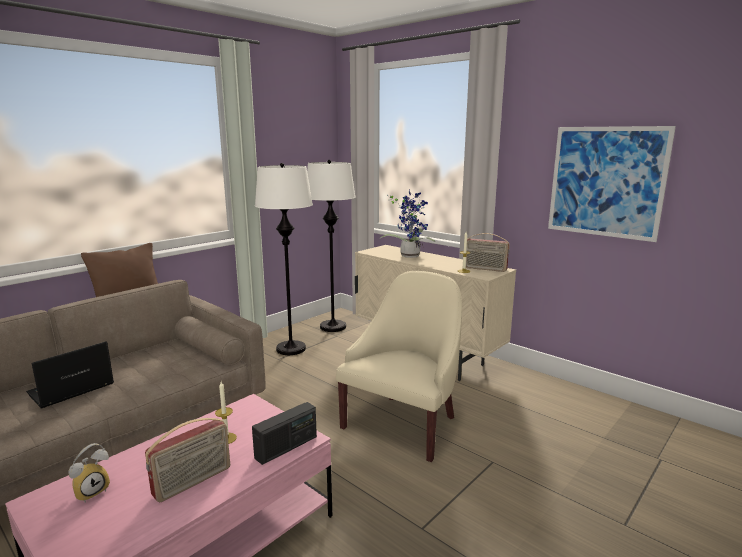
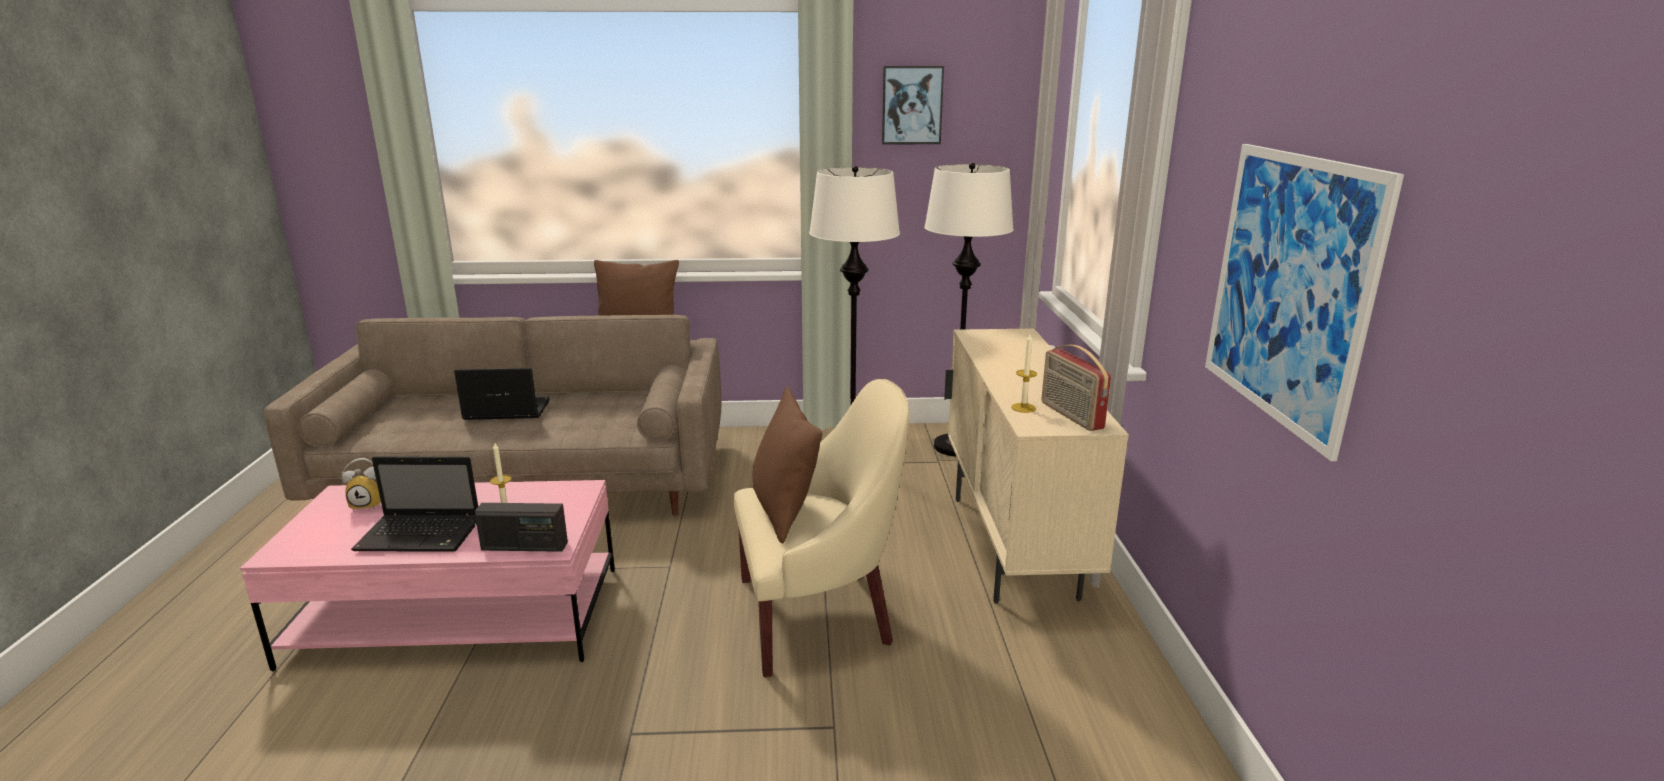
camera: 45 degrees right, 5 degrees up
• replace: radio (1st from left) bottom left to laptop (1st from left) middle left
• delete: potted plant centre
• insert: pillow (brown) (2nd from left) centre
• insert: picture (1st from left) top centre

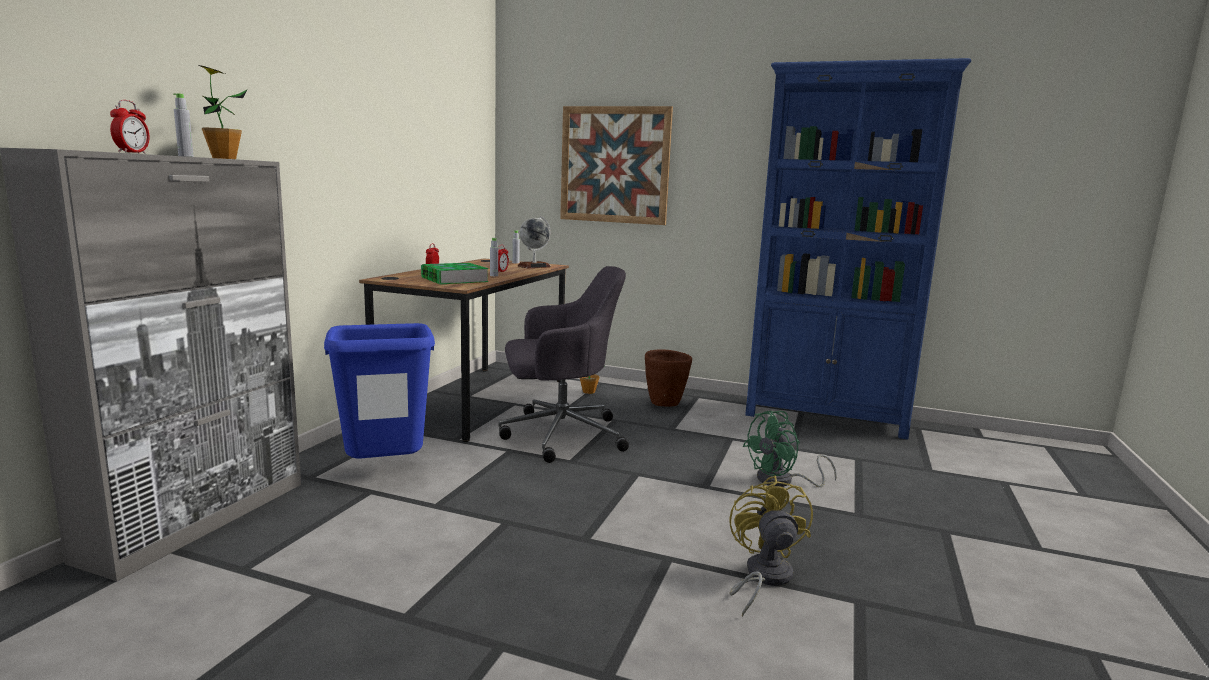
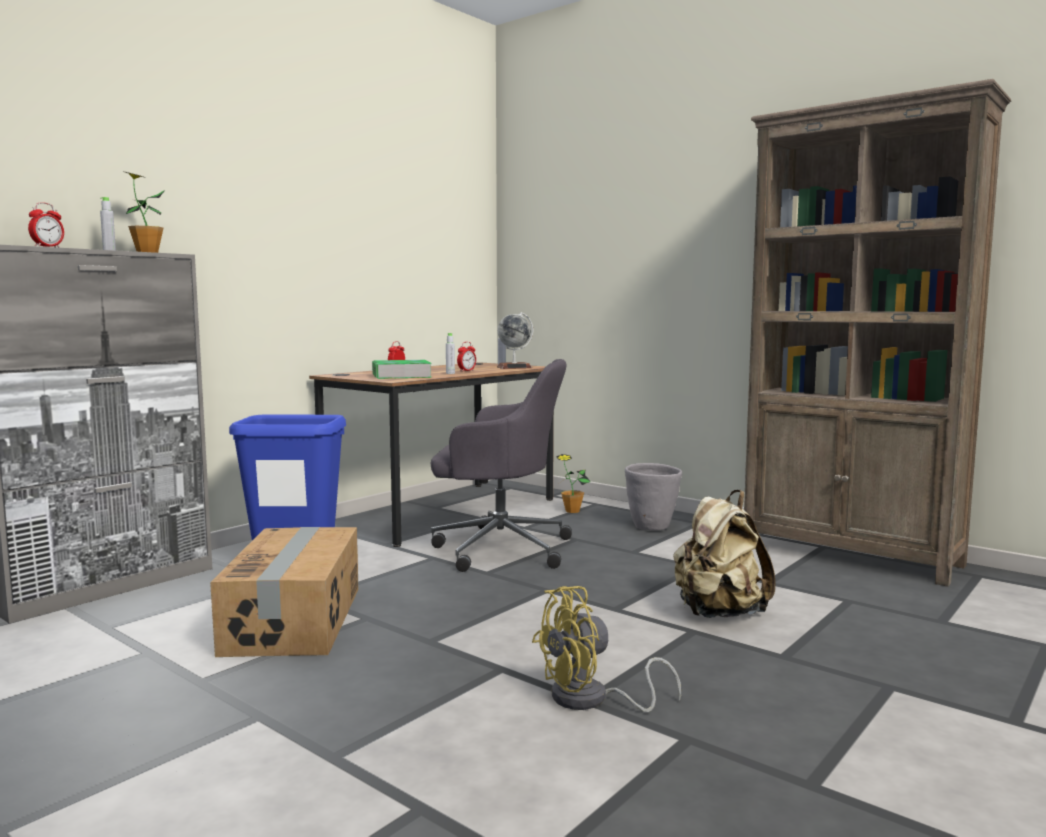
camera: 20 degrees right, 5 degrees down
• delete: picture top centre
• recolor: planter (brown) centre to planter (grey) centre
• rotate: fan (yellow) bottom centre = bottom centre 135 degrees counterclockwise
• replace: fan (green) centre to backpack (beige) middle right
• recolor: bookcase (blue) middle right to bookcase (brown) middle right
• insert: cardboard box bottom left

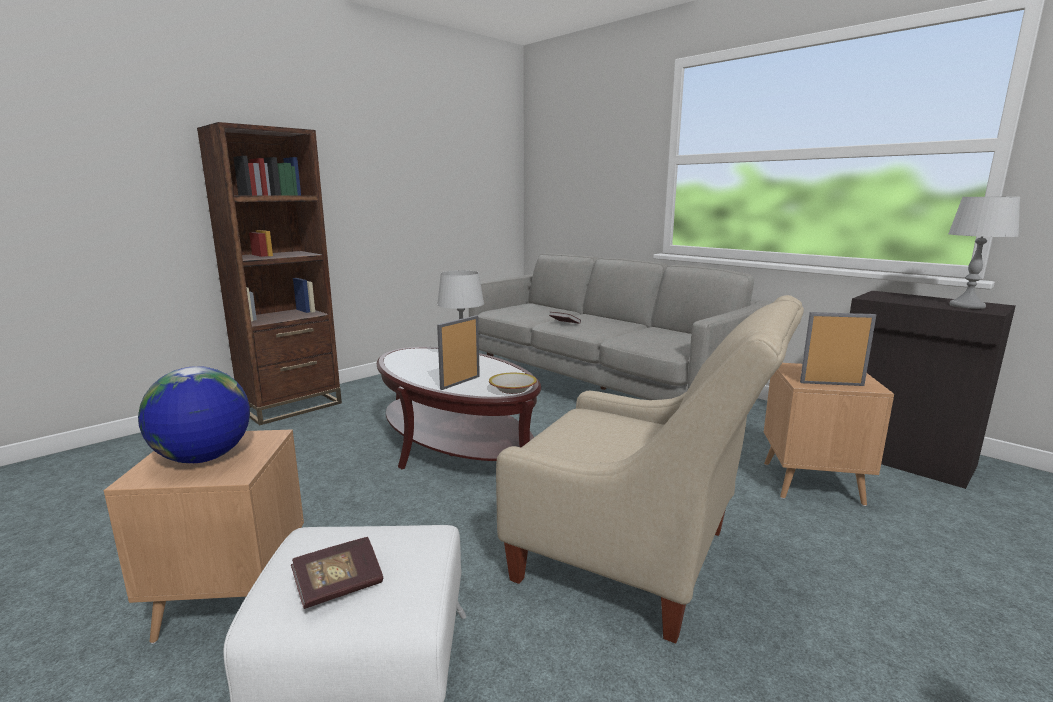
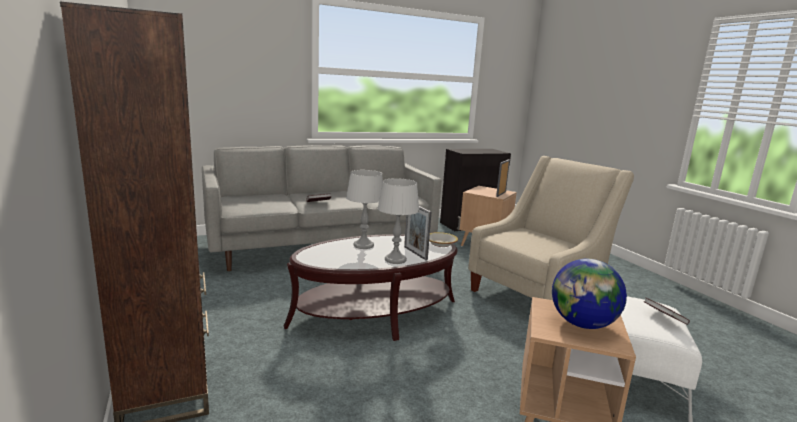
camera: 70 degrees left, 0 degrees up
• move: table lamp (grey) (2nd from left) middle right to centre

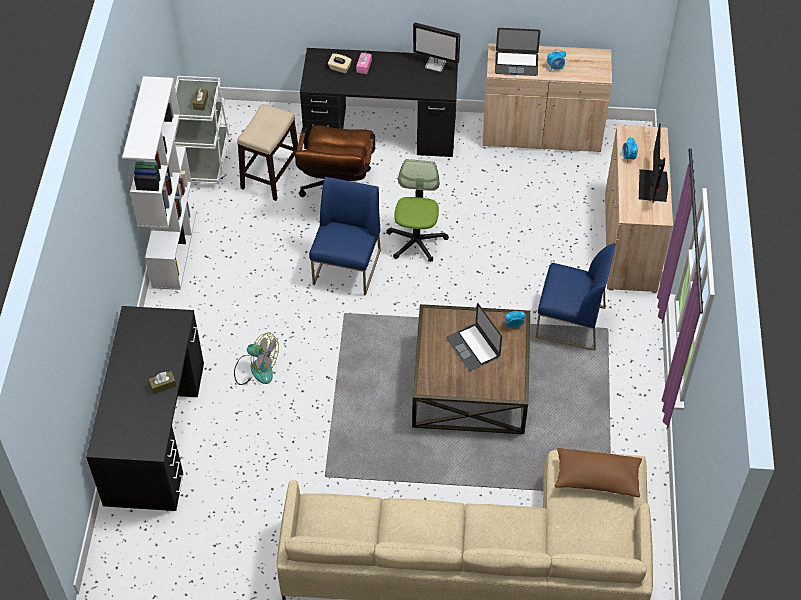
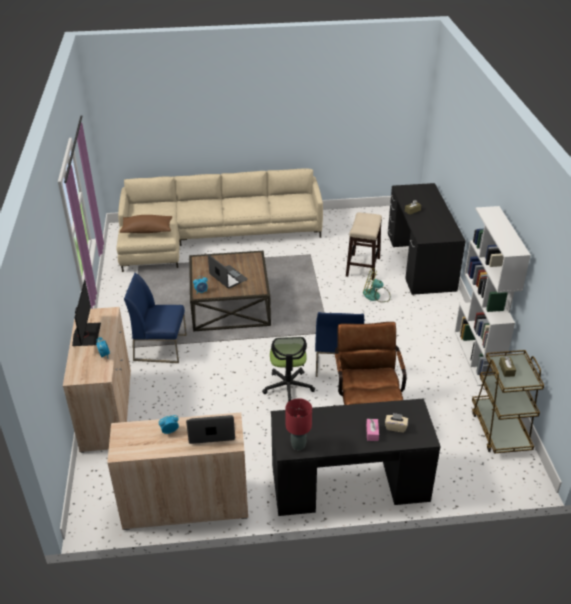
camera: 170 degrees right, 15 degrees down
• recolor: cart (white) top left to cart (brown) middle right
• move: stool top centre to centre
• replace: monitor (1st from left) top centre to table lamp (red) bottom centre

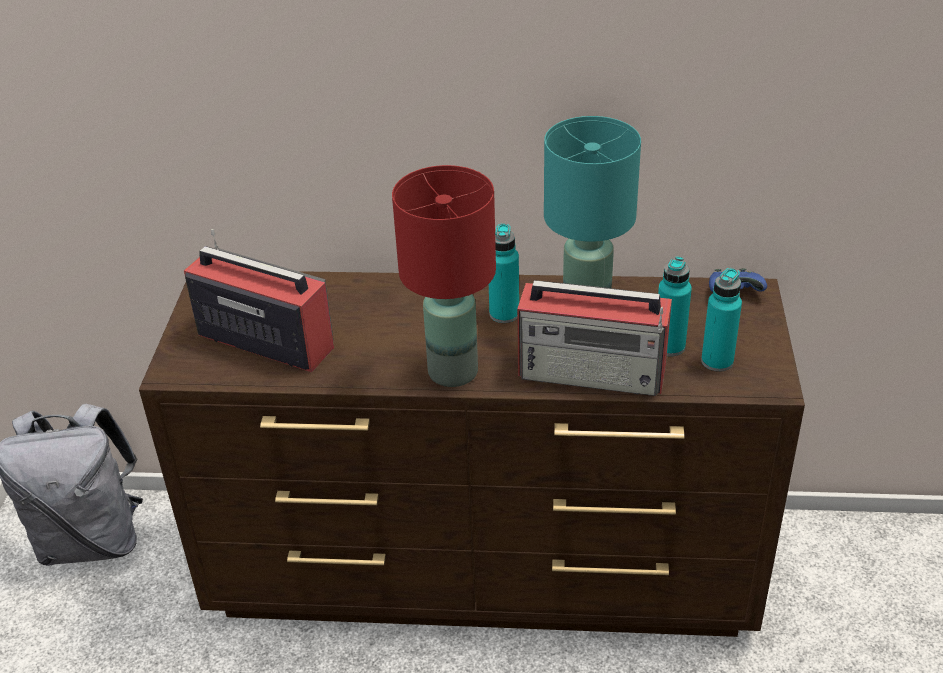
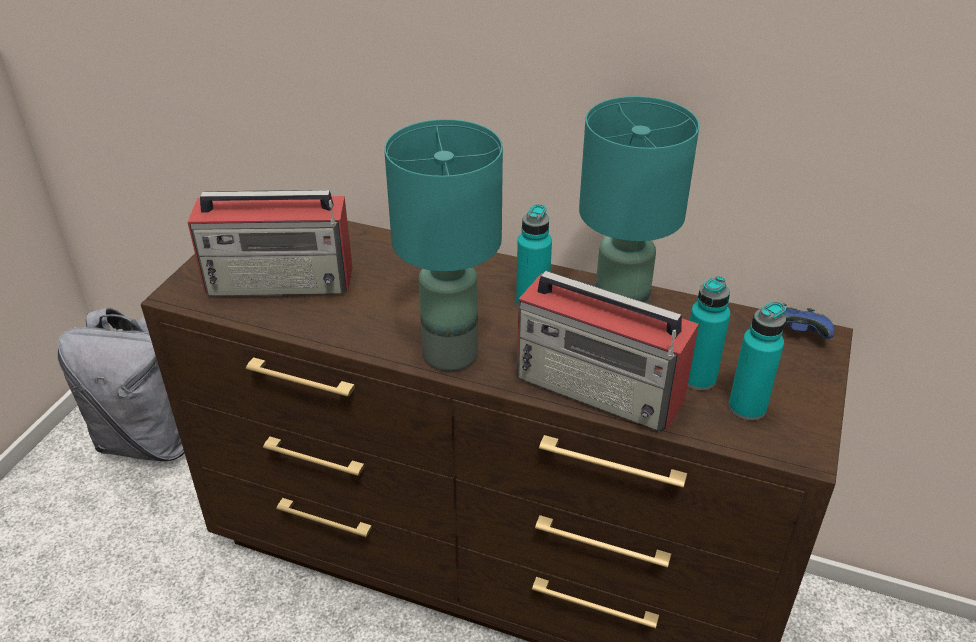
camera: 15 degrees right, 0 degrees up
• rotate: radio (1st from left) middle left = middle left 135 degrees clockwise
• recolor: table lamp (red) centre to table lamp (turquoise) (1st from left) centre

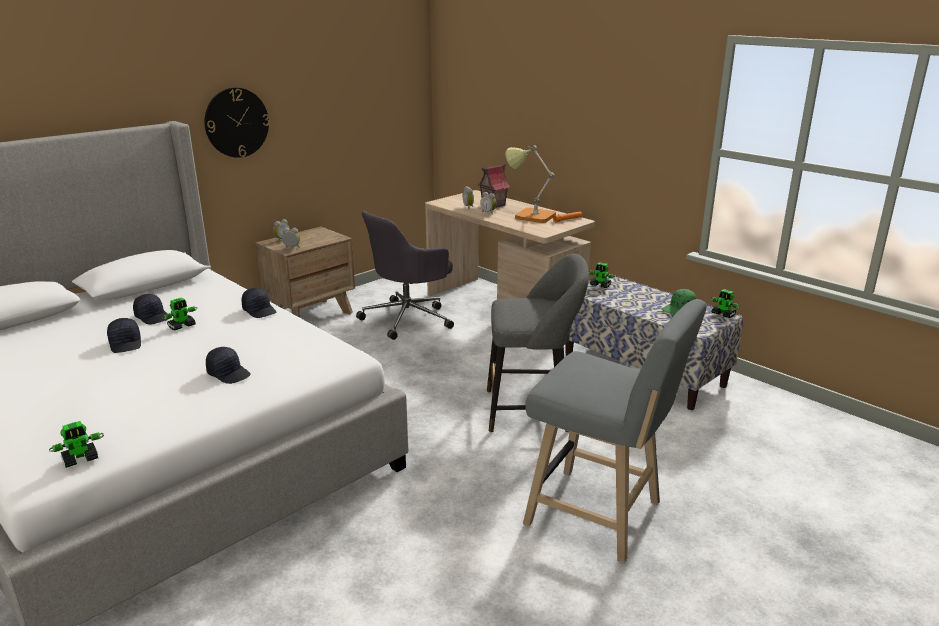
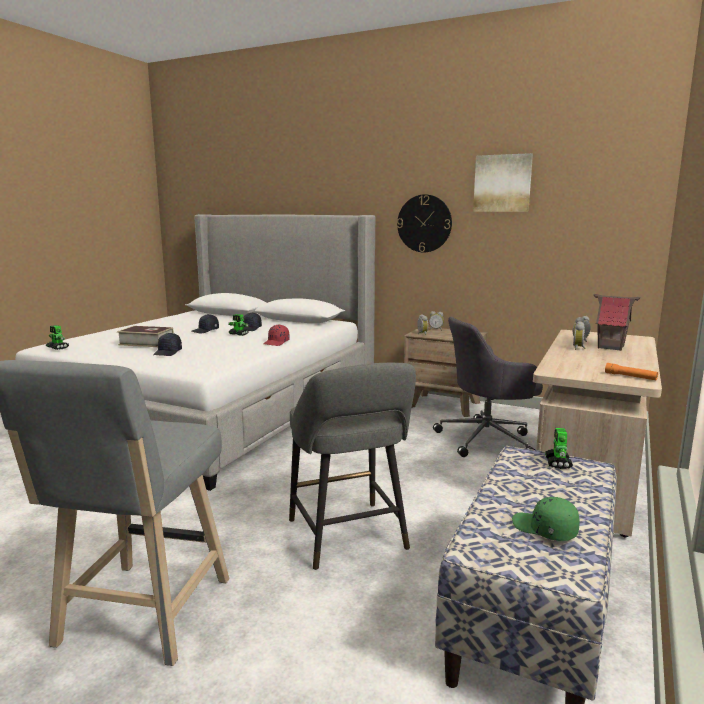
camera: 70 degrees right, 10 degrees down
• recolor: cap (black) (4th from left) middle left to cap (red) centre
• rotate: office chair (grey) centre = middle right 45 degrees counterclockwise
• delete: table lamp top centre
• delete: toy robot (4th from left) middle right
• insert: book middle left
• insert: picture top right

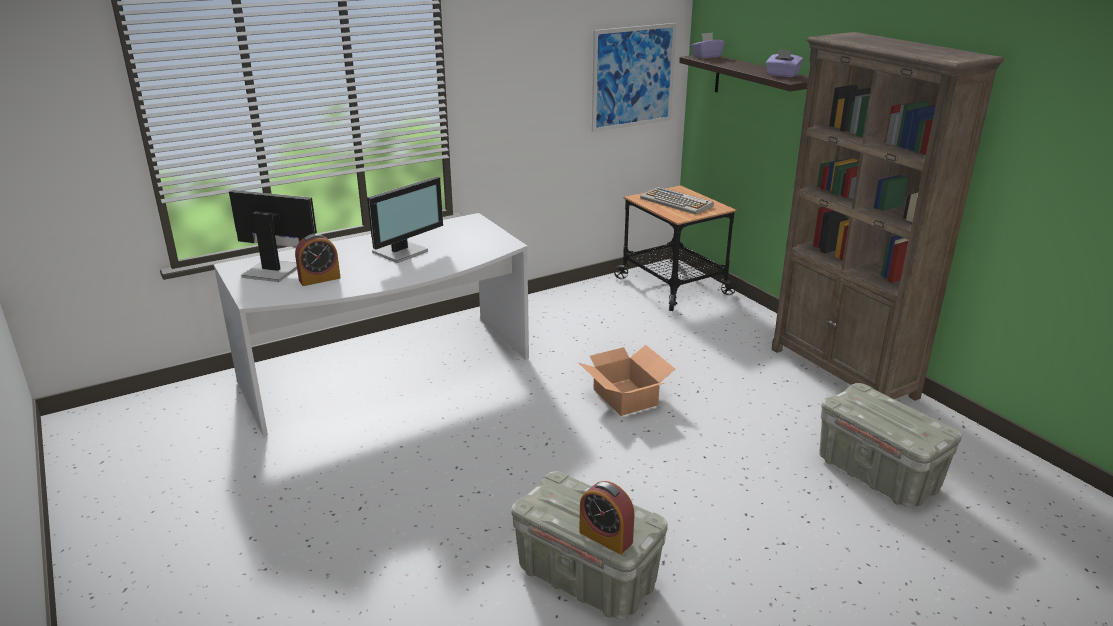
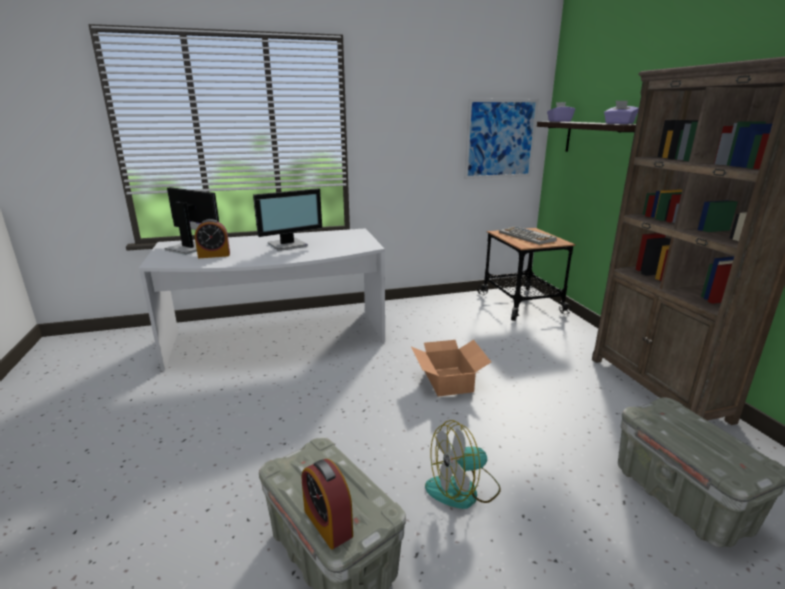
camera: 15 degrees right, 5 degrees down
• insert: fan bottom centre

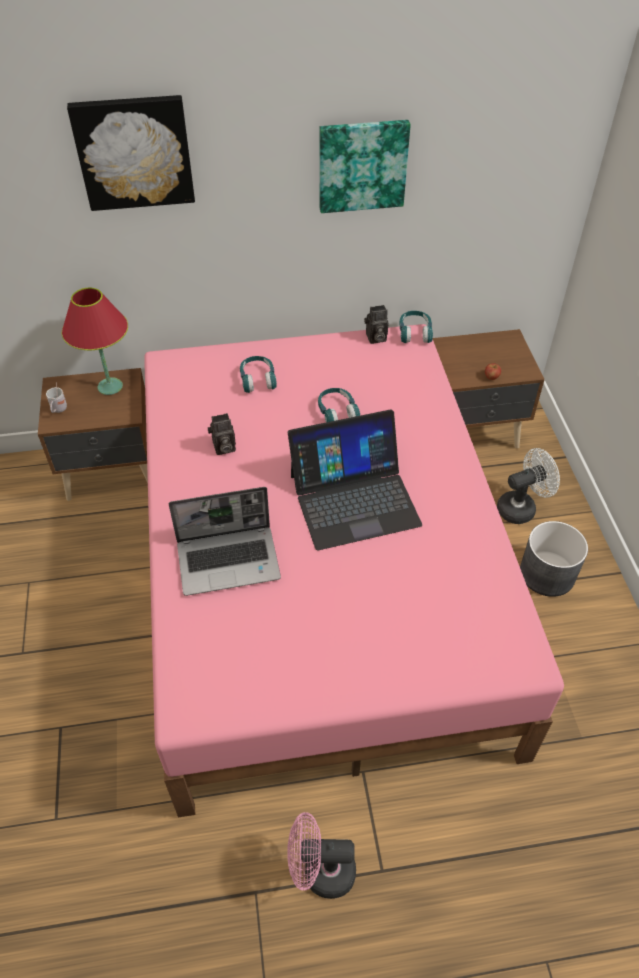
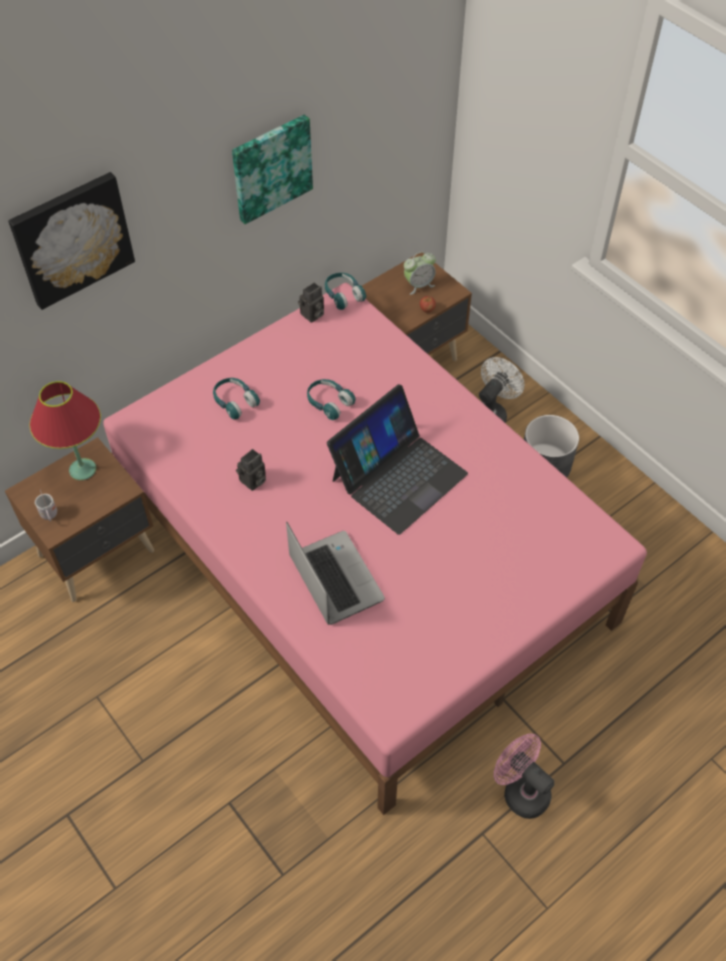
camera: 30 degrees left, 5 degrees up
• rotate: laptop (1st from left) centre = centre 75 degrees counterclockwise
• rotate: fan (pink) bottom centre = bottom right 75 degrees clockwise
• insert: alarm clock top centre

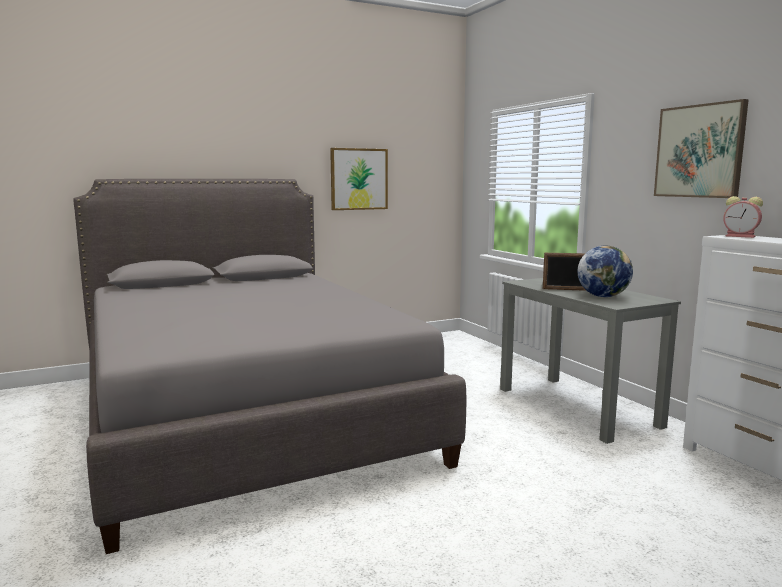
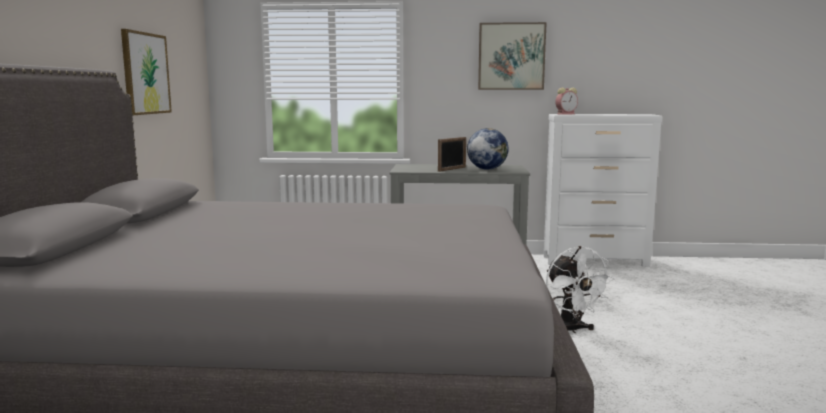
camera: 60 degrees left, 0 degrees up
• insert: fan (white) bottom right

